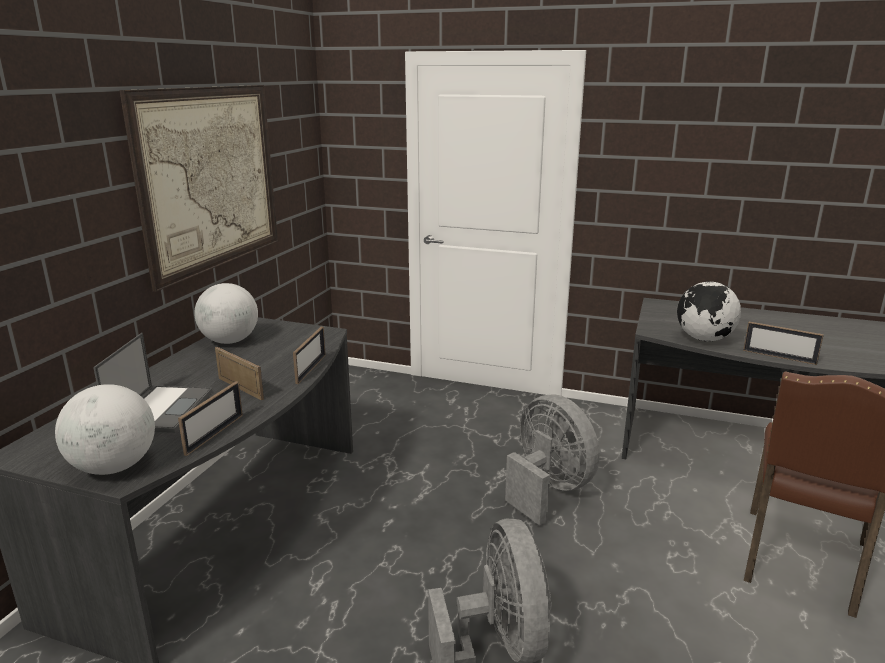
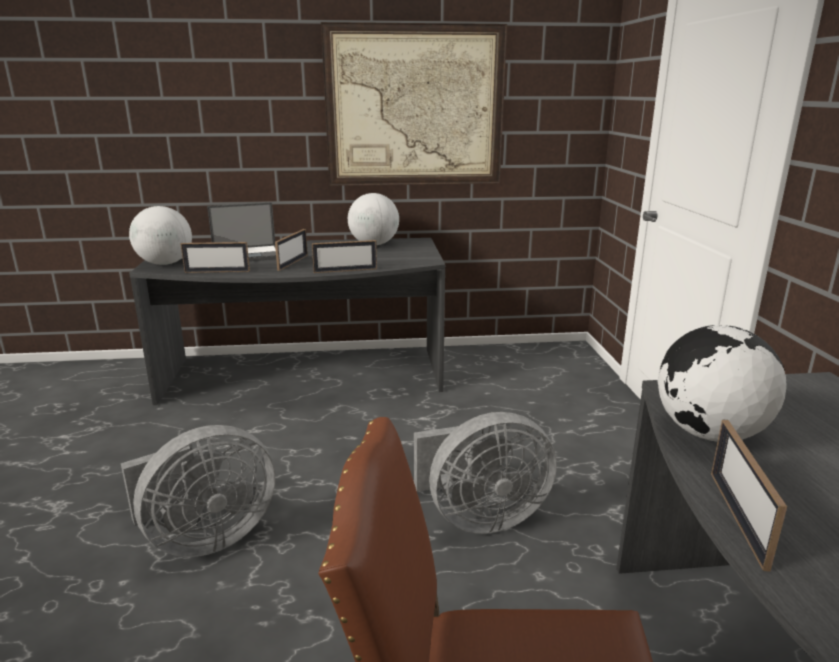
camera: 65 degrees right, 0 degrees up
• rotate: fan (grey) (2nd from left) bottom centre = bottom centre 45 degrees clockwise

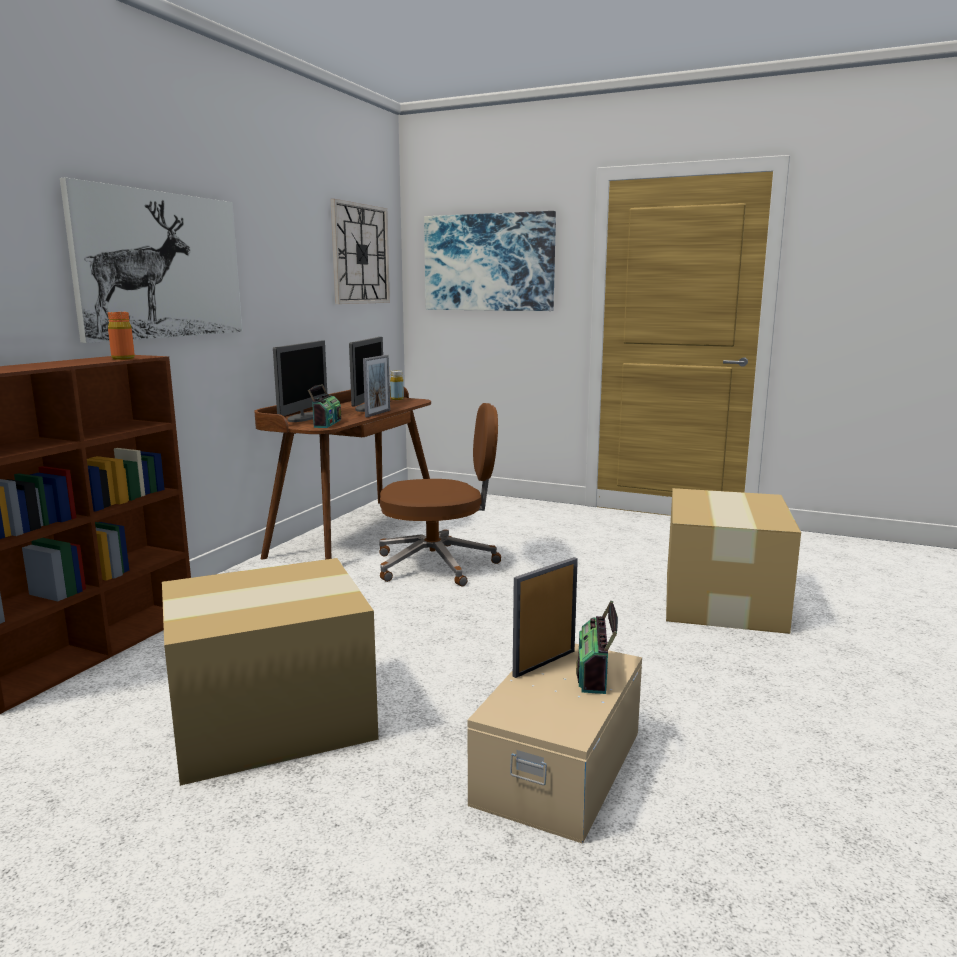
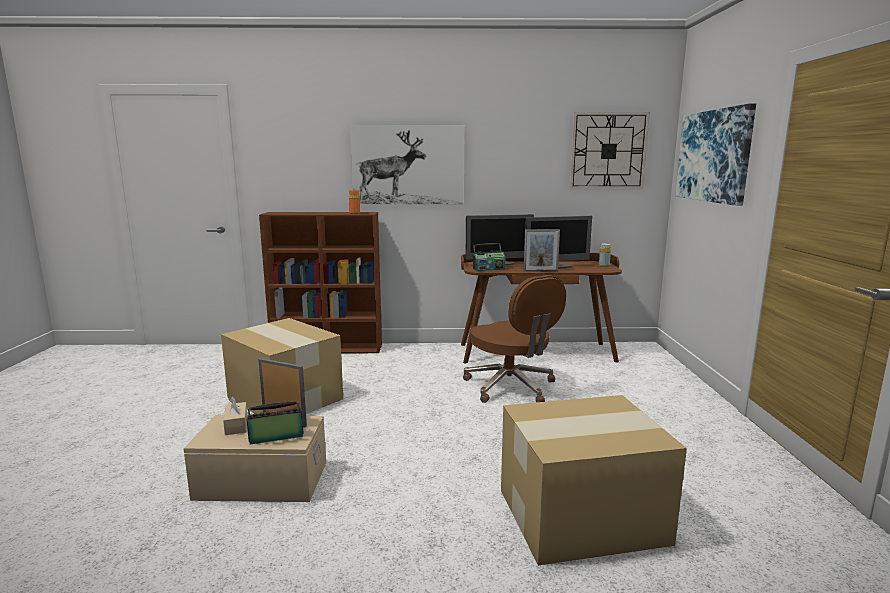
camera: 65 degrees right, 0 degrees up
• insert: tissue box (beige) bottom left

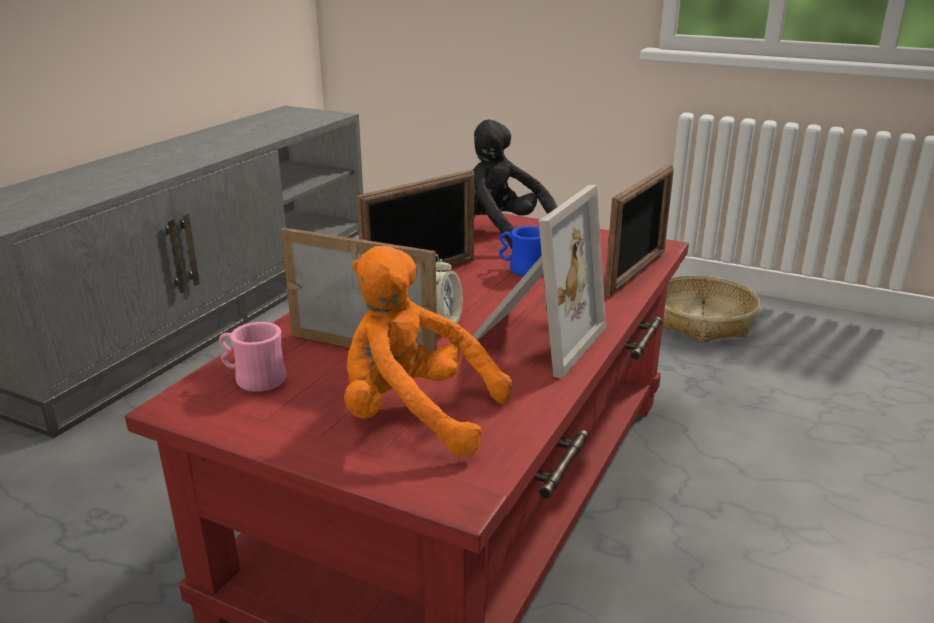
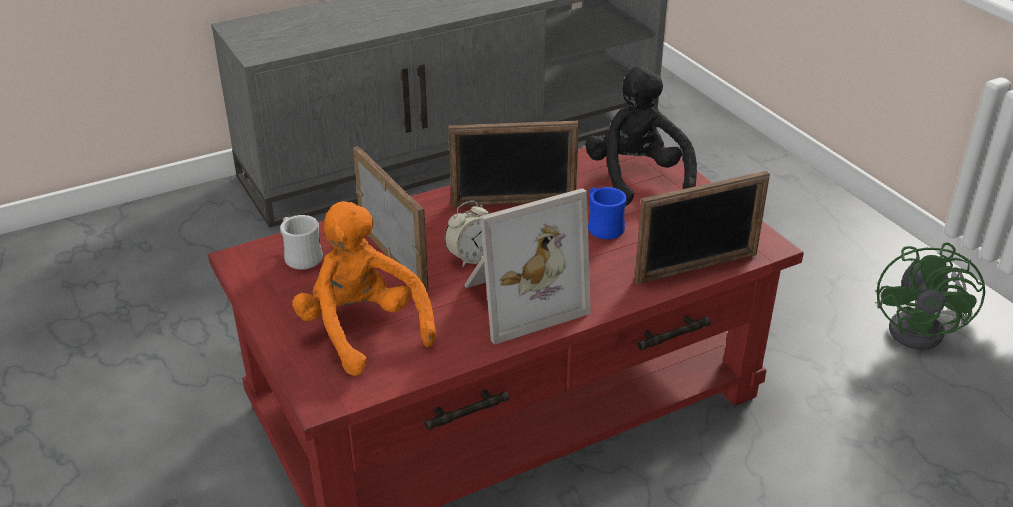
camera: 35 degrees right, 10 degrees up
• recolor: mug (pink) middle left to mug (white) middle left
• replace: basket middle right to fan (green) middle right

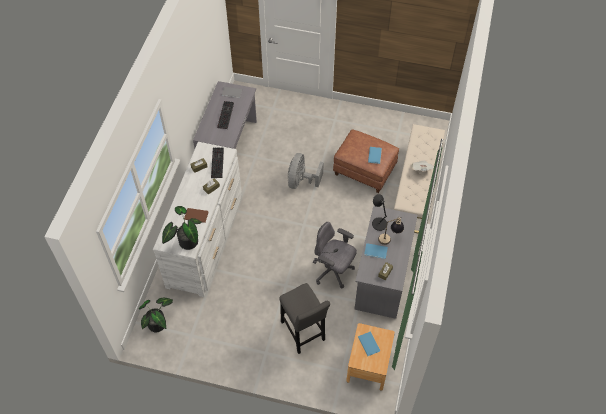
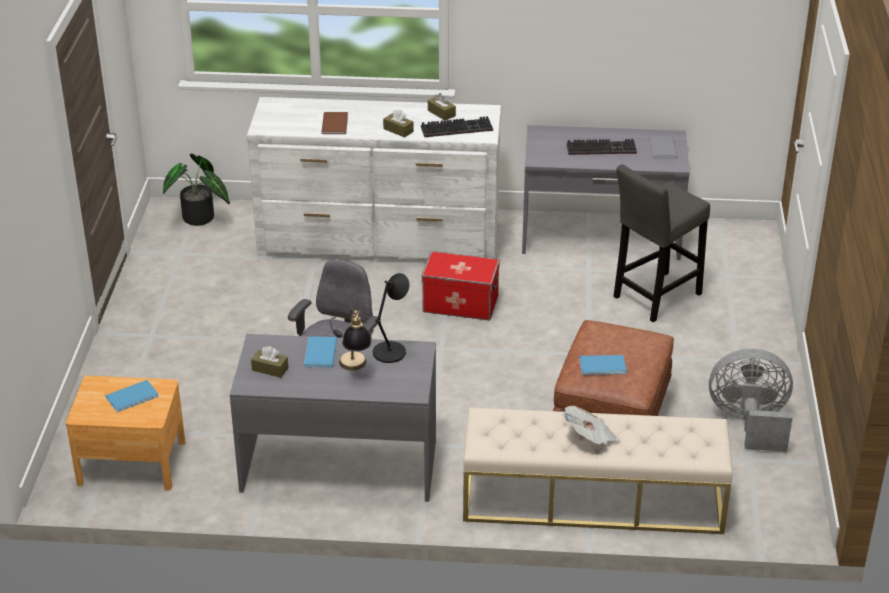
camera: 80 degrees right, 20 degrees down
• delete: potted plant (2nd from left) middle left
• move: stool (grey) bottom centre to middle right
• move: fan (grey) centre to bottom right
• insert: storage box centre

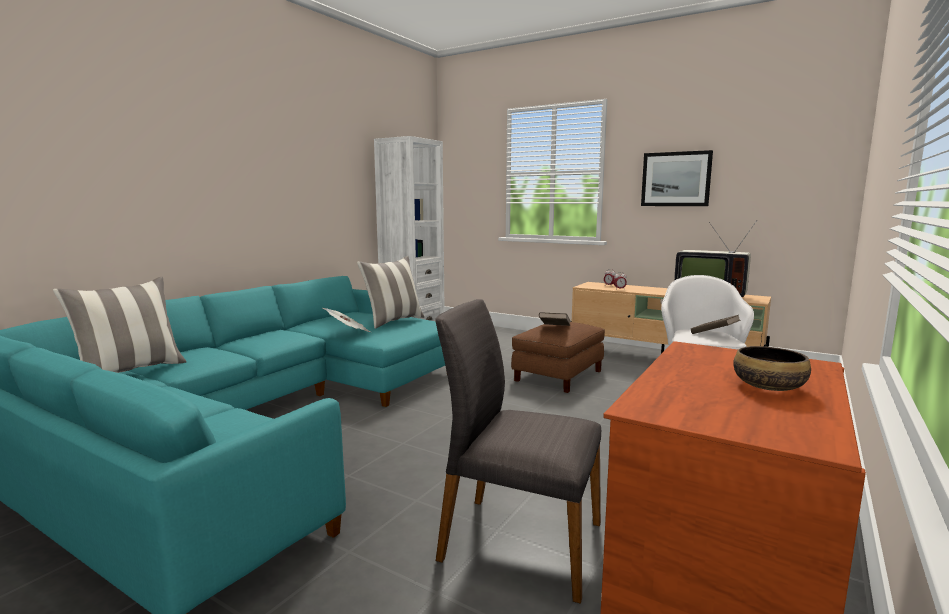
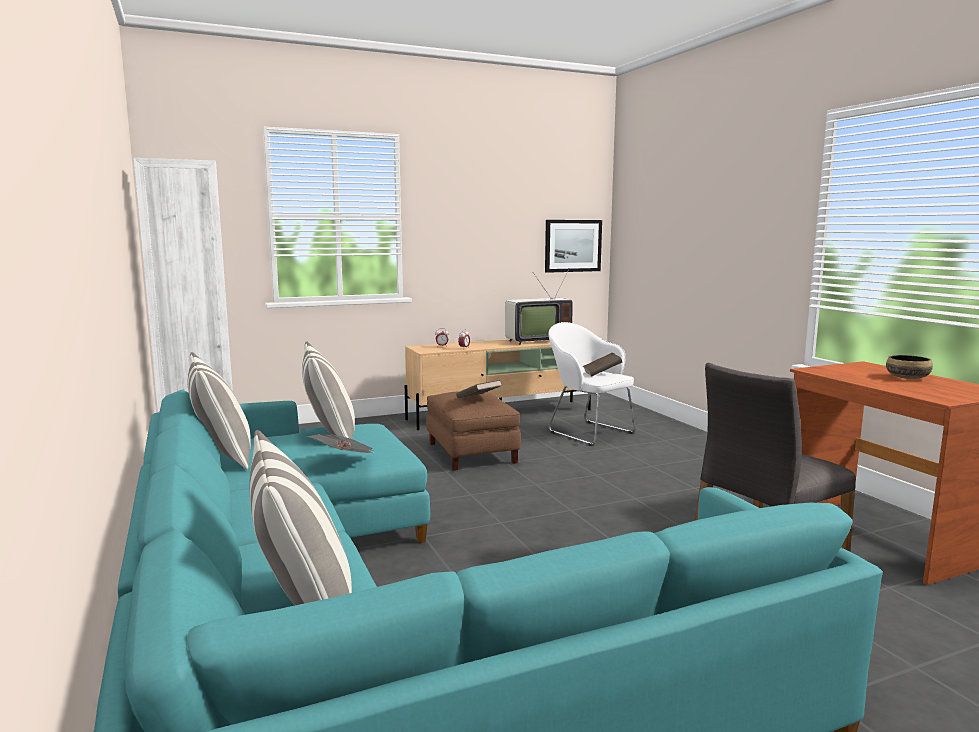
camera: 55 degrees left, 0 degrees up
• move: picture top right to centre
• insert: pillow (1st from left) middle left

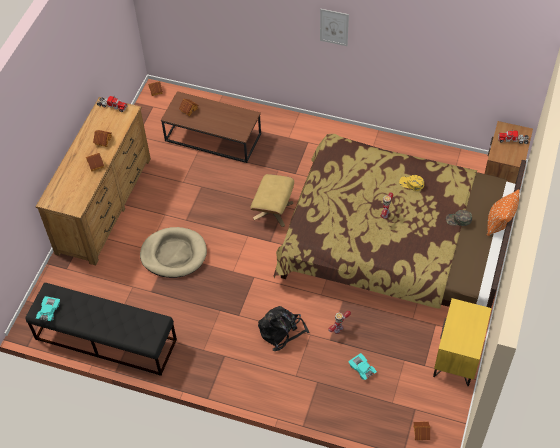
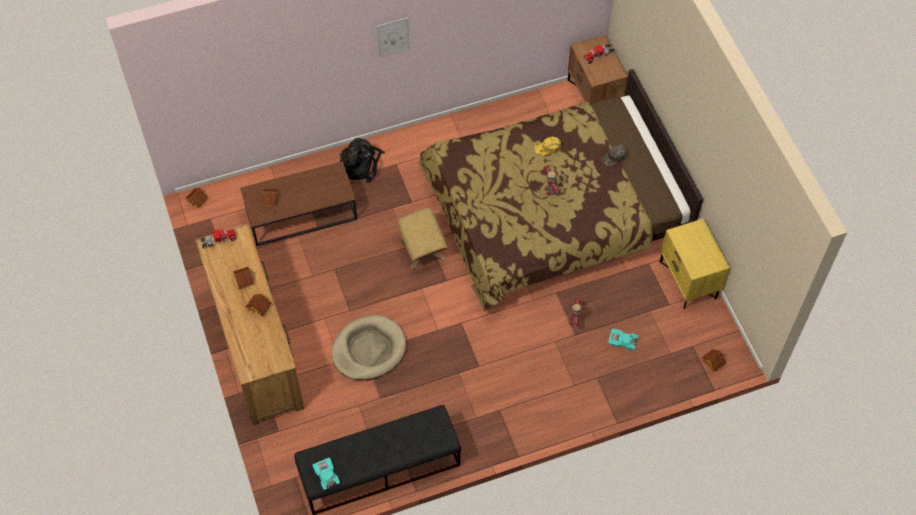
camera: 40 degrees left, 5 degrees up
• move: backpack (black) bottom centre to top centre
• delete: pillow (orange) middle right

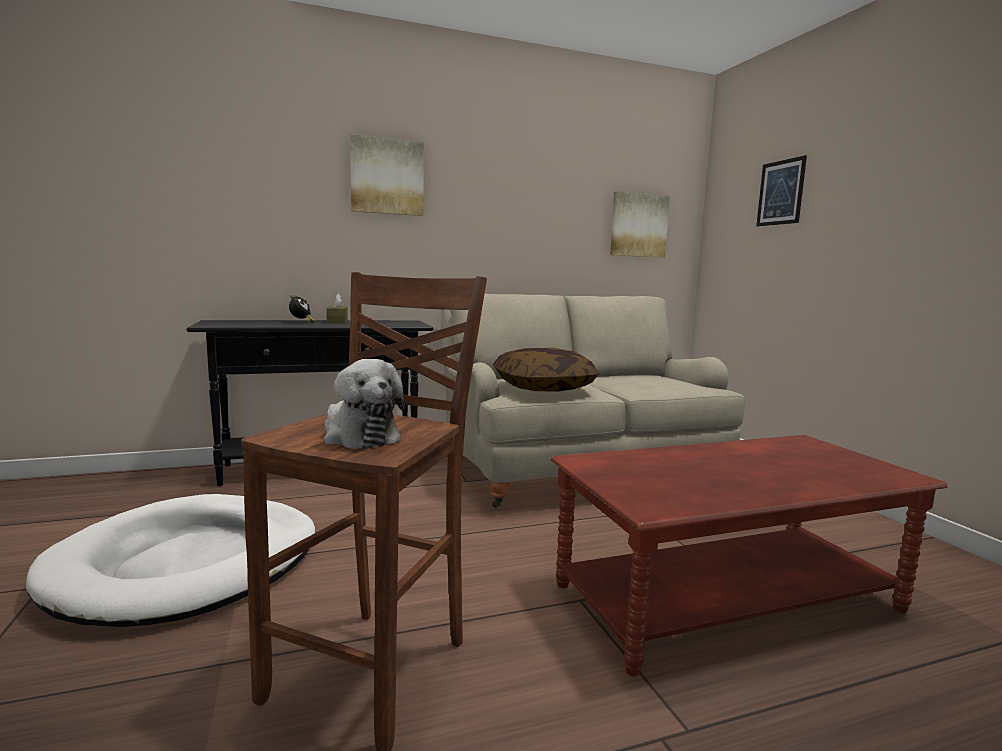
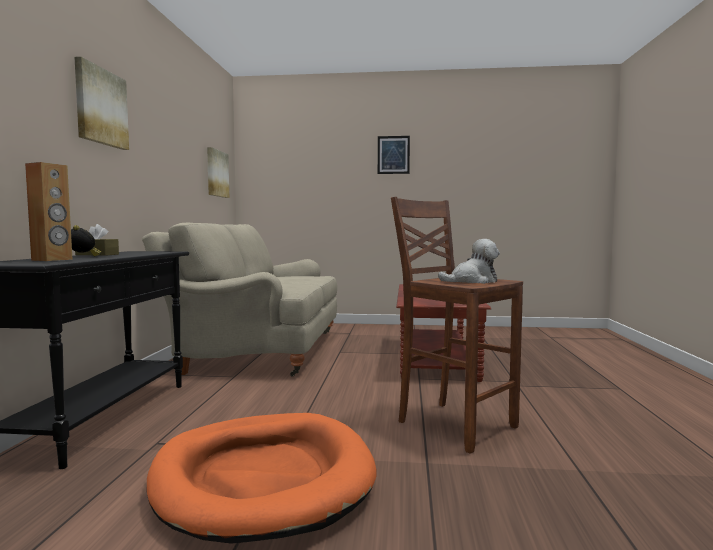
camera: 65 degrees left, 5 degrees down
• recolor: dog bed (white) bottom left to dog bed (orange) bottom centre
• delete: pillow centre
• move: picture (3rd from left) top right to top centre
• insert: speaker (brown) middle left

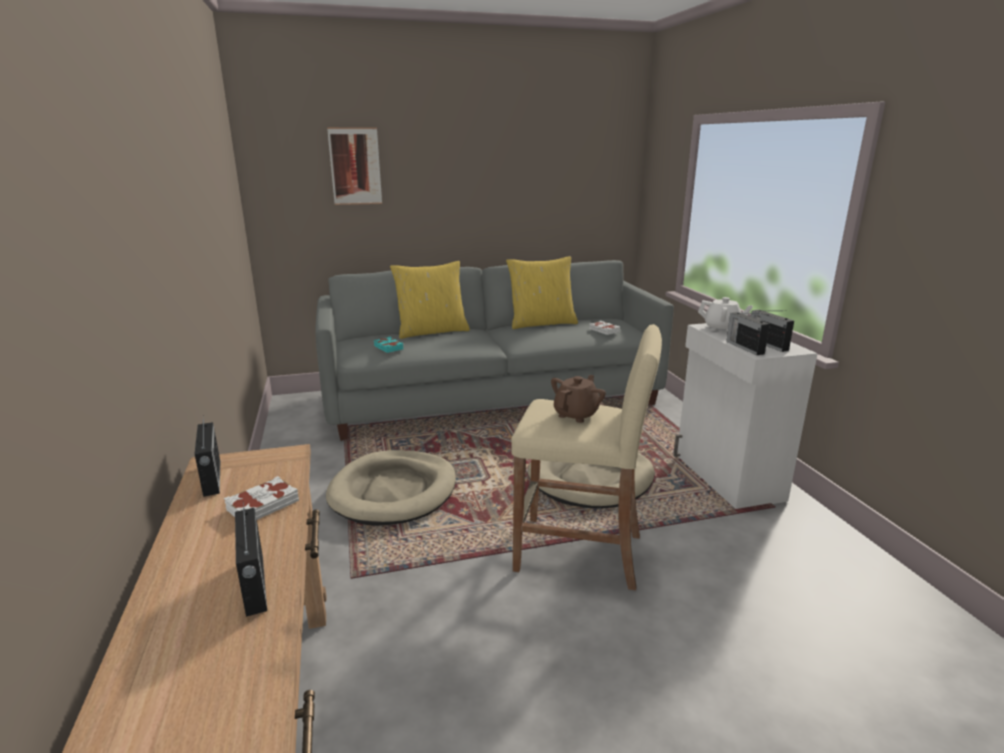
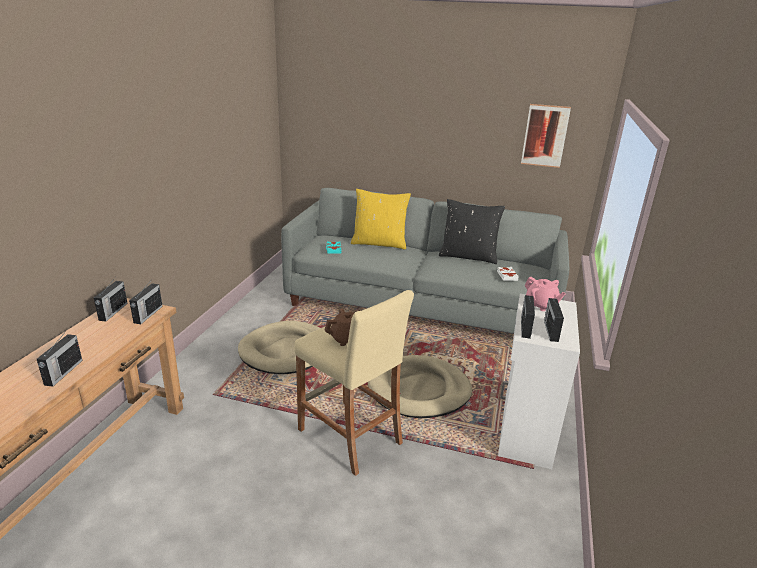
camera: 30 degrees right, 5 degrees up
• delete: book (white) (1st from left) middle left
• move: picture top centre to top right
• recolor: pillow (yellow) (2nd from left) centre to pillow (black) centre
• recolor: teapot (white) middle right to teapot (pink) middle right
• insert: radio (3rd from left) middle left

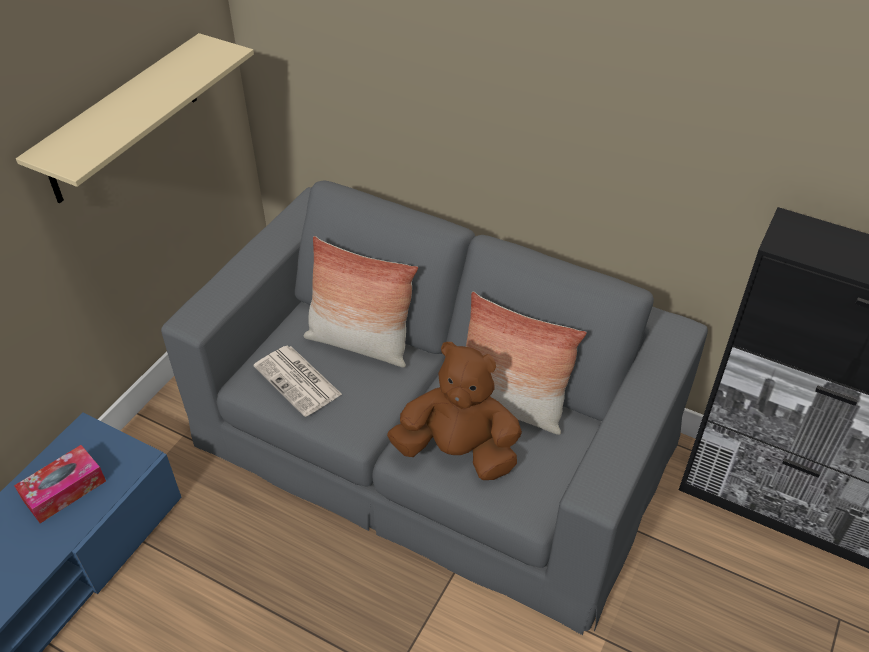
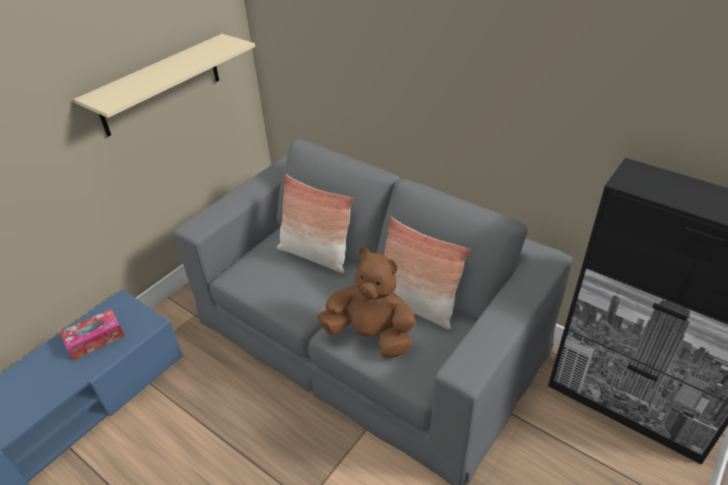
camera: 10 degrees right, 5 degrees down
• delete: newspaper centre

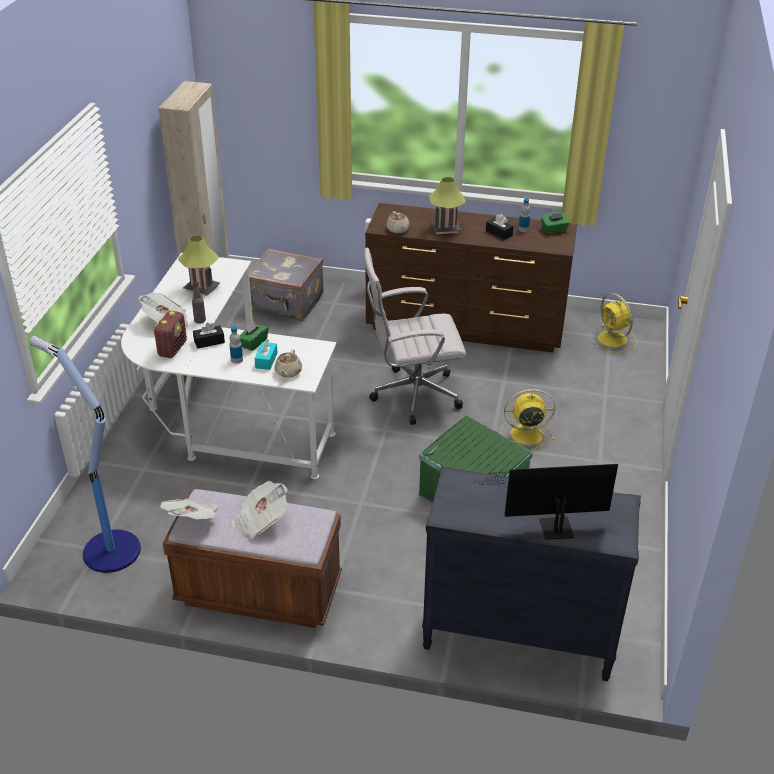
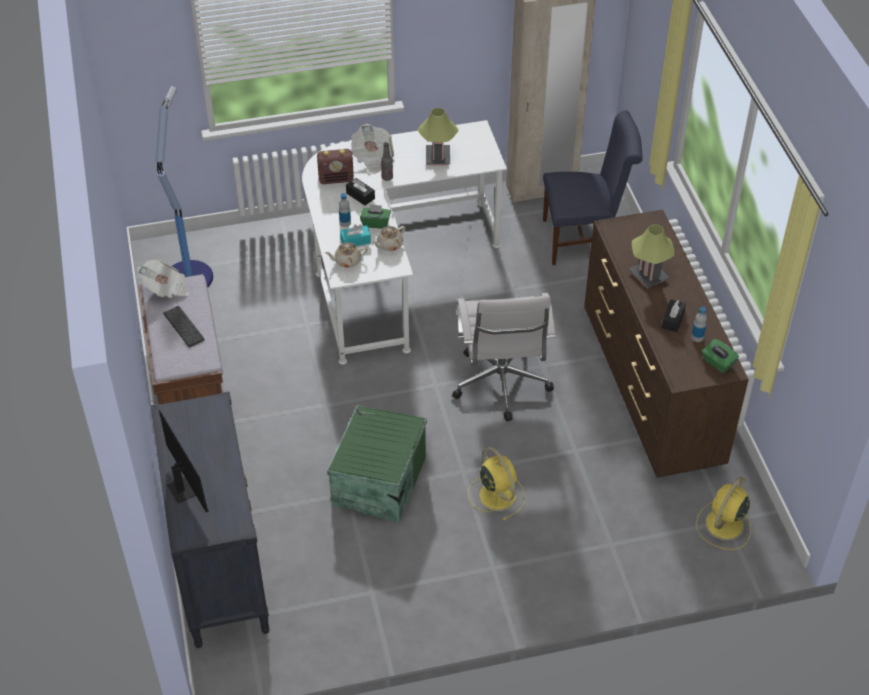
camera: 65 degrees right, 10 degrees up
• replace: newspaper (3rd from left) centre to keyboard middle left
• replace: suitcase (grey) centre to chair (blue) top right
• rotate: office chair (white) centre = centre 150 degrees counterclockwise
• move: teapot (beige) (2nd from left) top centre to centre

